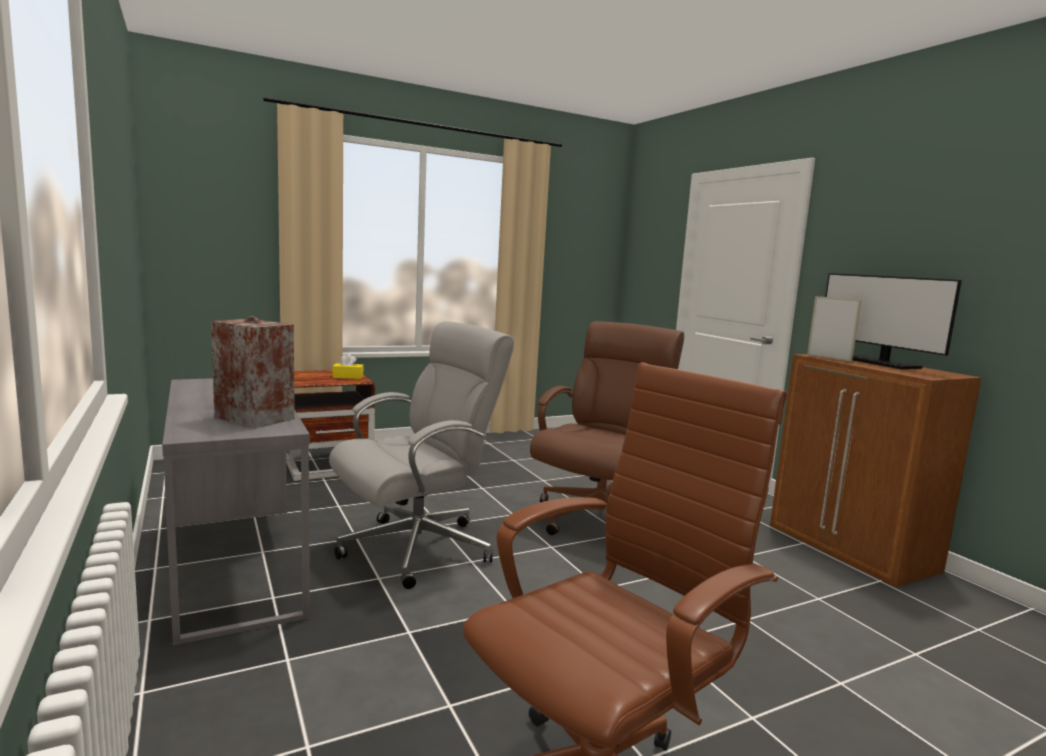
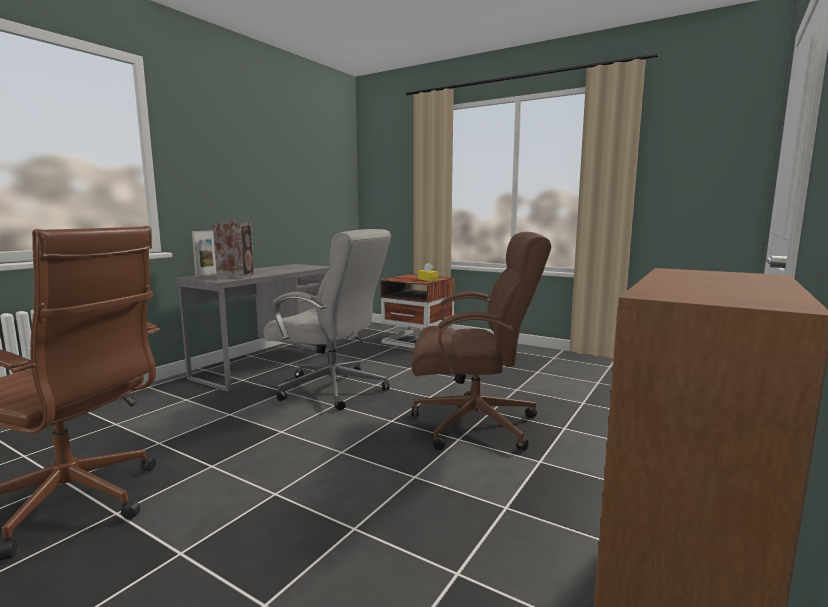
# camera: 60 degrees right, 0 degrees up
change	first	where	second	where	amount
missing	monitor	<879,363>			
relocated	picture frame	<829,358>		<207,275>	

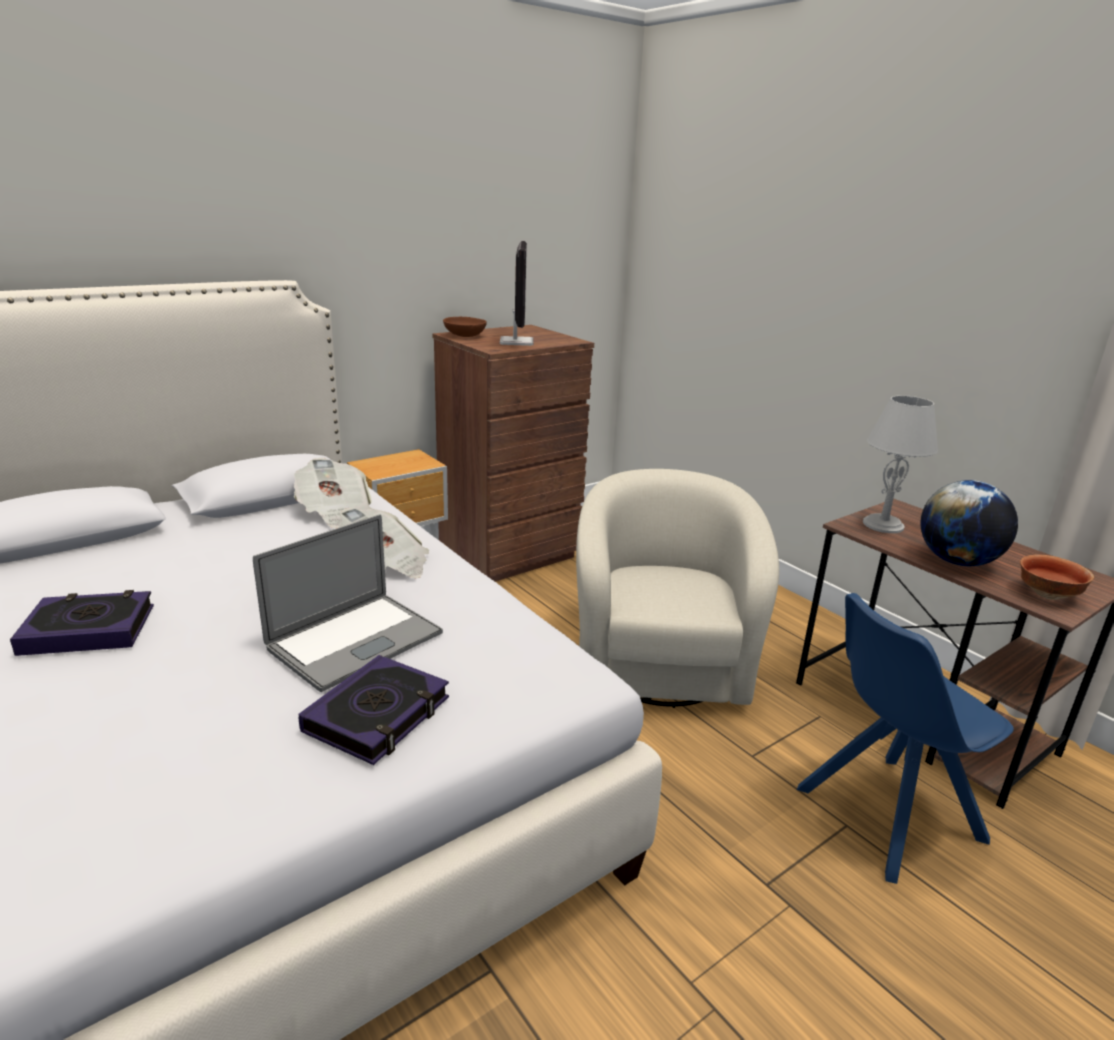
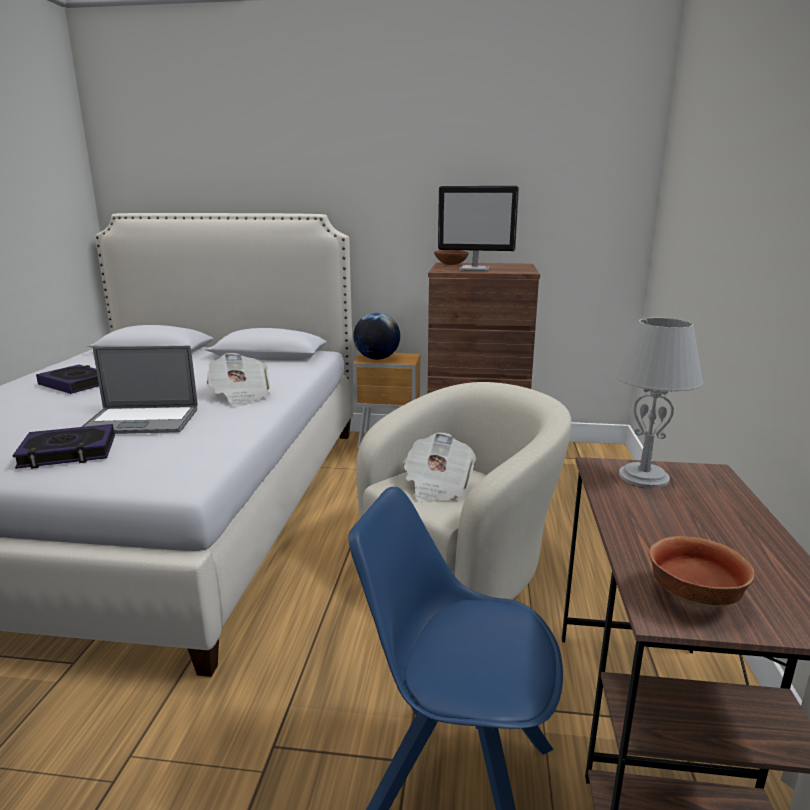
# camera: 45 degrees right, 5 degrees down
change	first	where	second	where	amount
spun	monitor	<516,342>		<475,269>	60 degrees clockwise
relocated	newspaper	<335,512>		<437,486>	
relocated	globe	<957,561>		<377,358>	

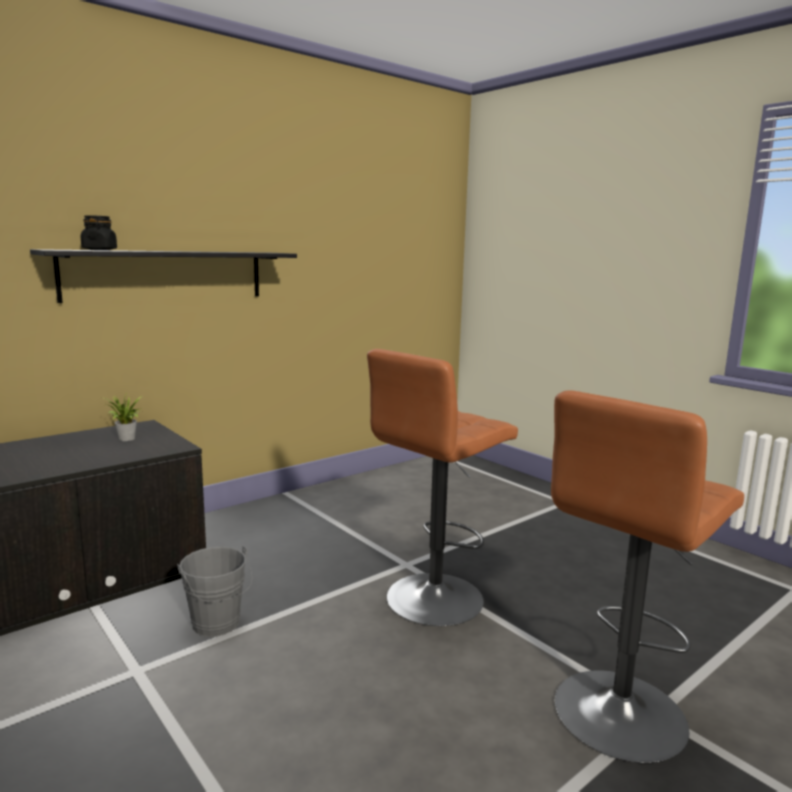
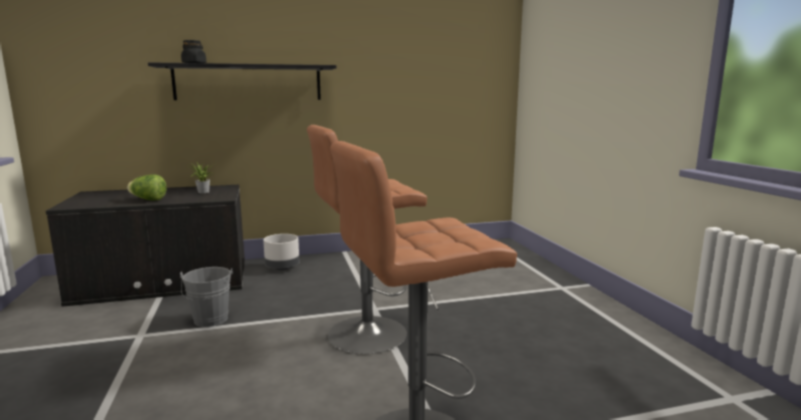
# camera: 25 degrees right, 0 degrees up
change	first	where	second	where	amount
appeared			lettuce	<148,200>	
appeared			grey planter	<282,267>	

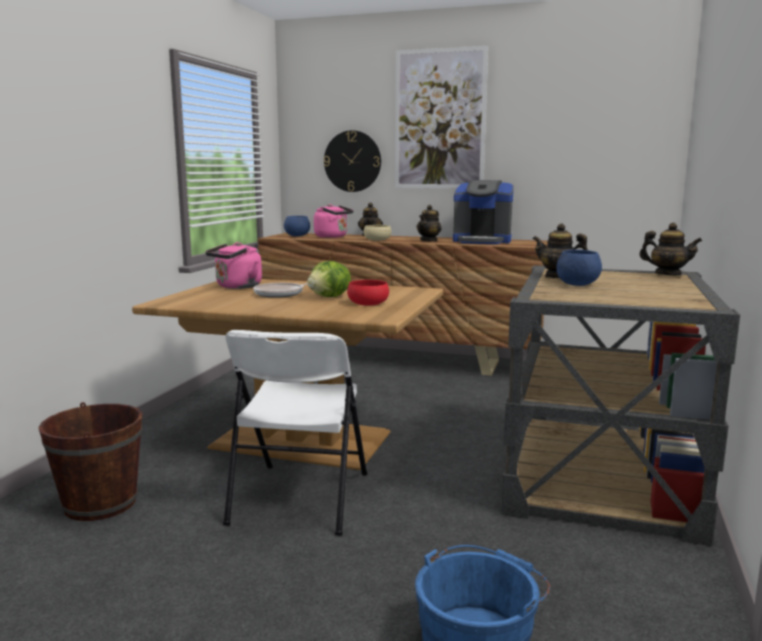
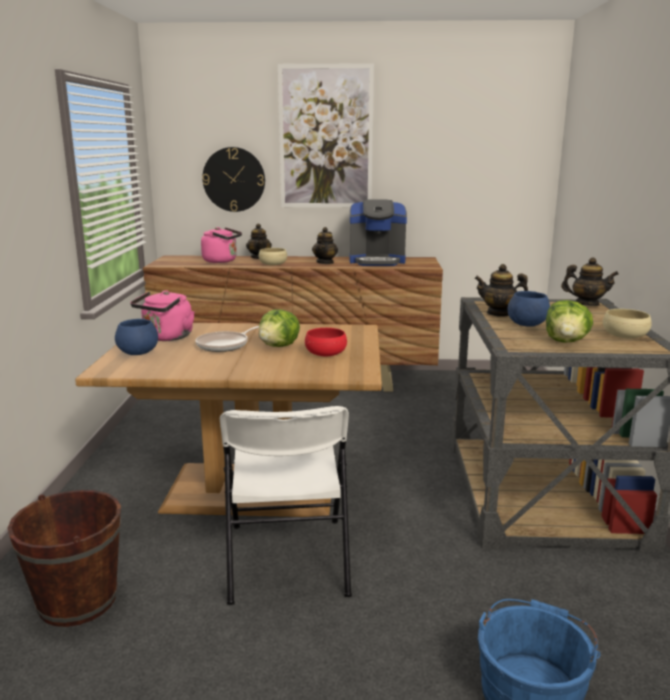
# camera: 15 degrees left, 5 degrees up
change	first	where	second	where	amount
relocated	blue bowl	<297,236>		<138,353>	
appeared			lettuce	<566,342>	
appeared			beige bowl	<624,335>	

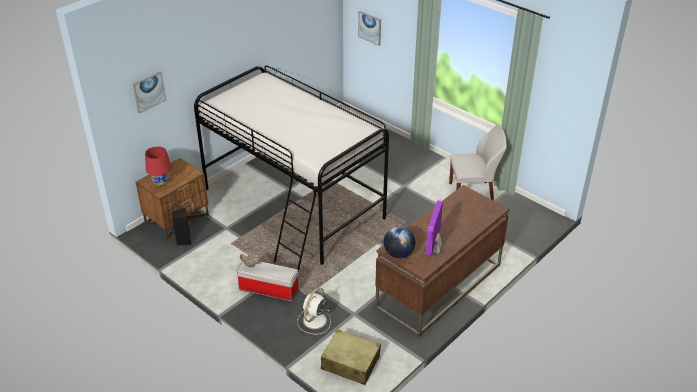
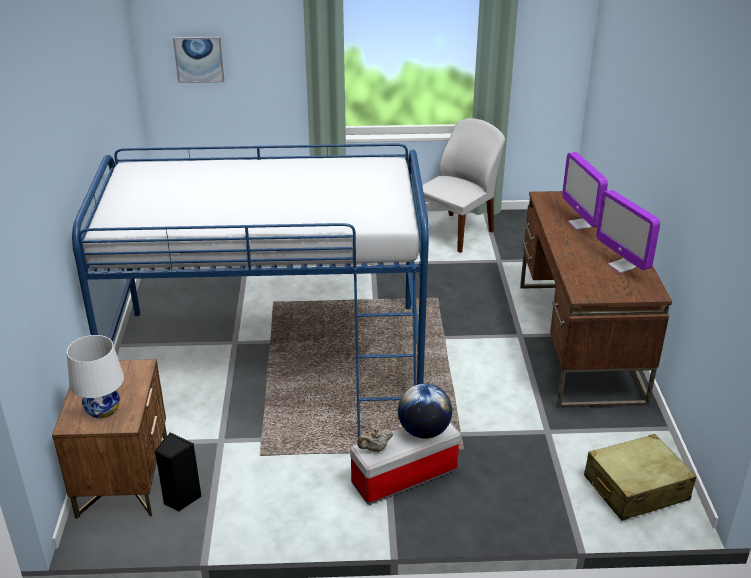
# camera: 45 degrees left, 5 degrees down
change	first	where	second	where	amount
colour	black bed	<293,205>	blue bed	<273,357>	
missing	picture	<149,91>			
colour	red table lamp	<161,182>	white table lamp	<102,409>	
relocated	globe	<398,254>		<424,431>	
missing	white fan	<314,321>			
appeared			monitor	<581,224>	

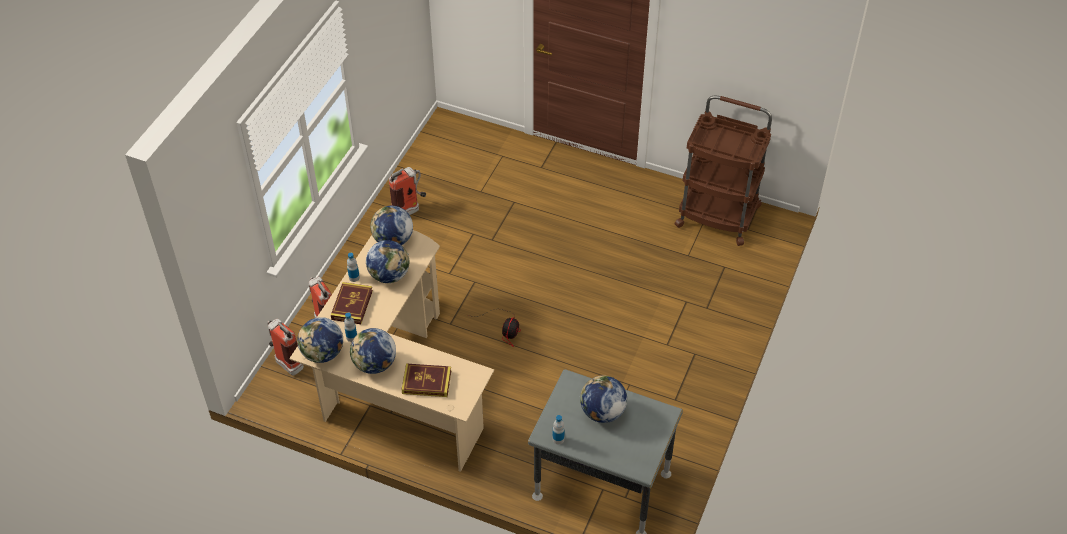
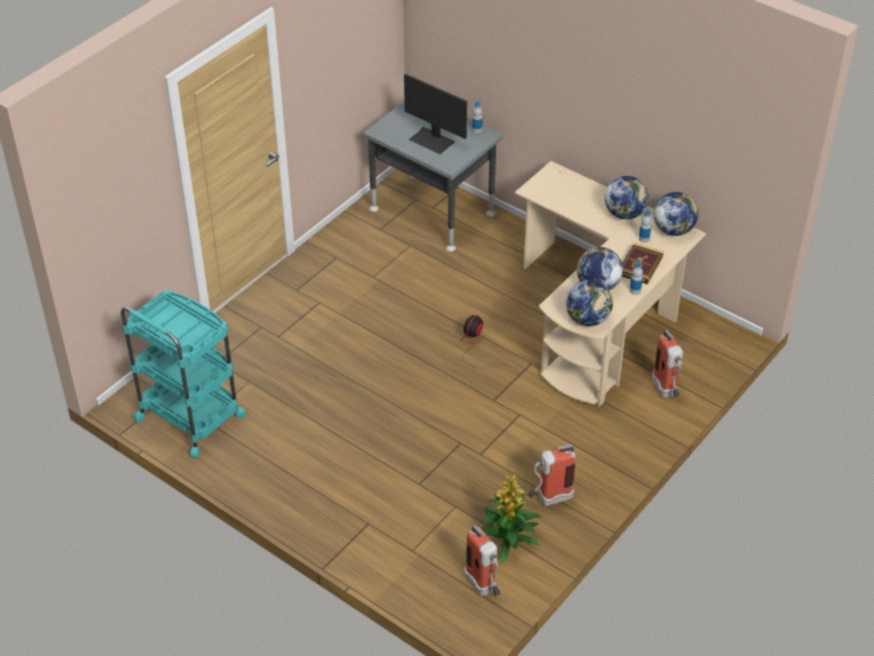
# camera: 165 degrees left, 5 degrees down
change	first	where	second	where	amount
colour	brown cart	<717,216>	turquoise cart	<191,417>	
relocated	fire extinguisher	<286,362>		<484,588>	
missing	book	<426,382>			
exchanged	globe	<602,412>	monitor	<432,140>	
appeared			potted plant	<508,536>	

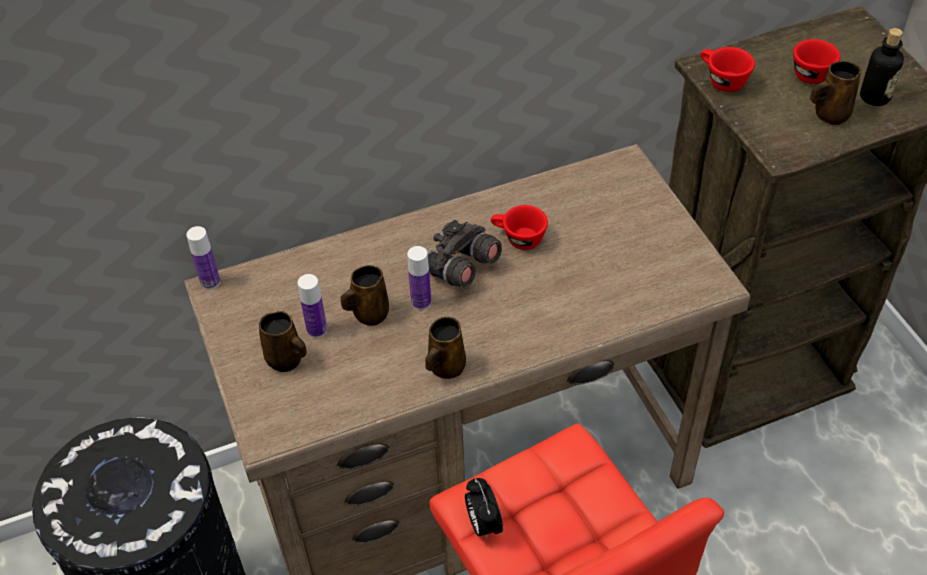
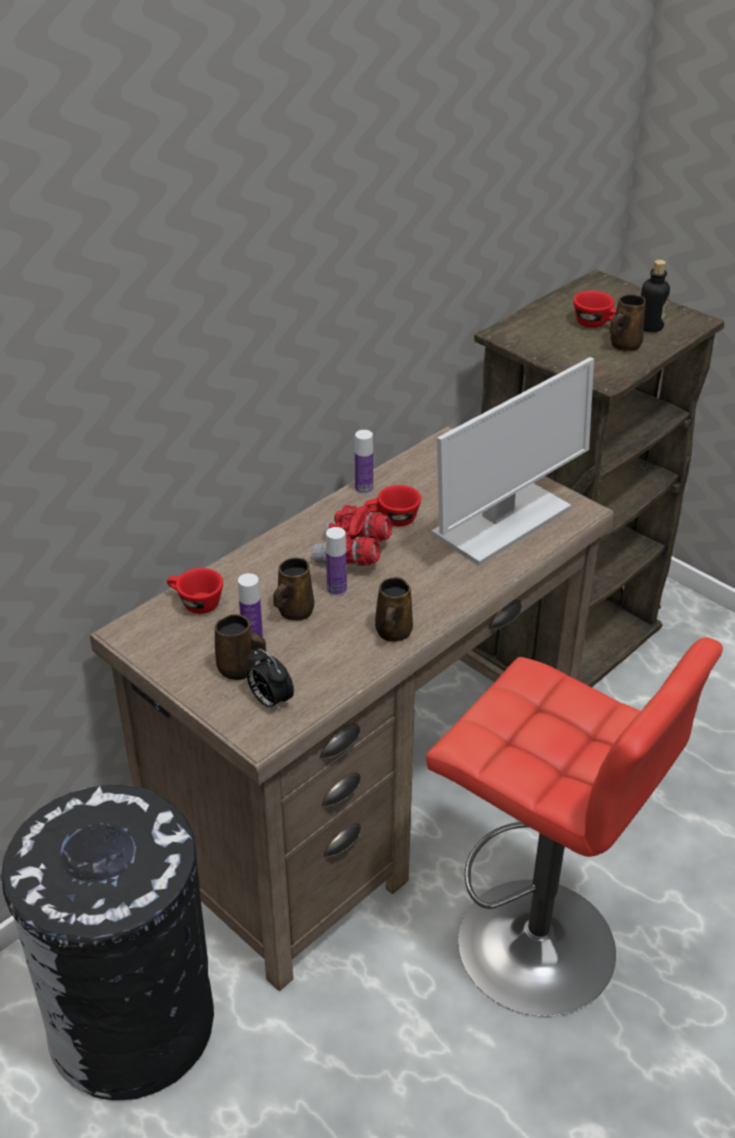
# camera: 25 degrees left, 10 degrees down
change	first	where	second	where	amount
relocated	red cup	<721,81>		<195,603>	
colour	grey binoculars	<457,268>	red binoculars	<353,555>	
relocated	bottle	<210,282>		<364,489>	
relocated	alarm clock	<483,524>		<270,701>	
appeared			monitor	<501,523>	

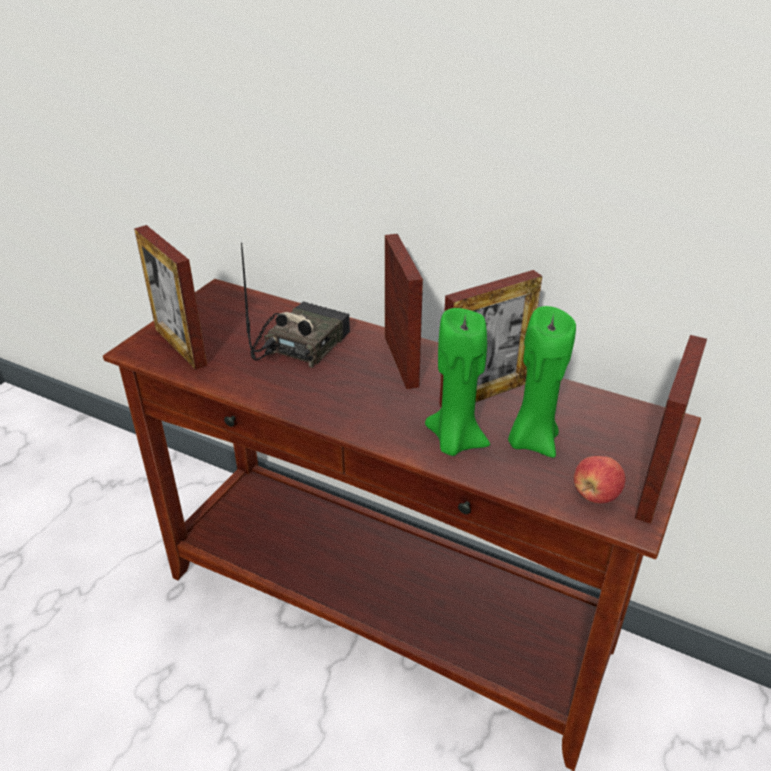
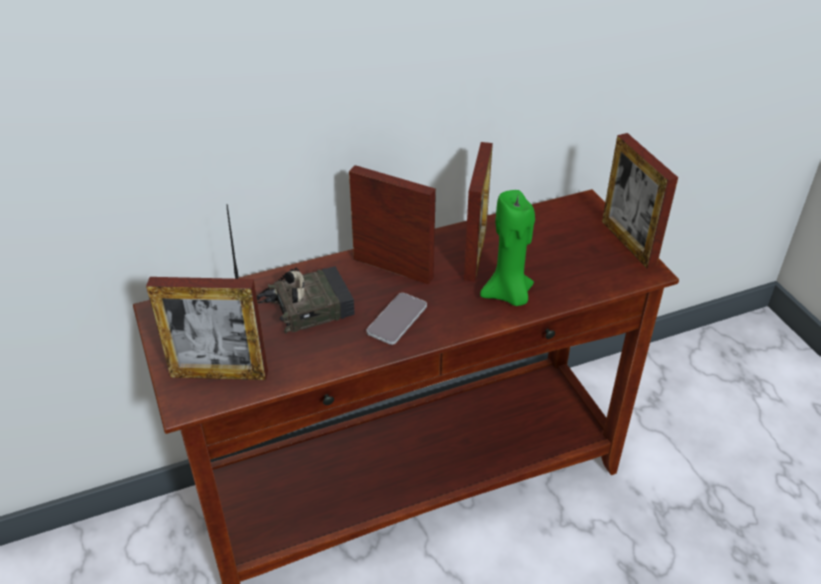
# camera: 50 degrees left, 5 degrees up
change	first	where	second	where	amount
spun	radio	<300,344>		<306,305>	90 degrees clockwise
missing	green candle	<532,441>			
missing	apple	<595,495>			
appeared			phone	<397,319>	

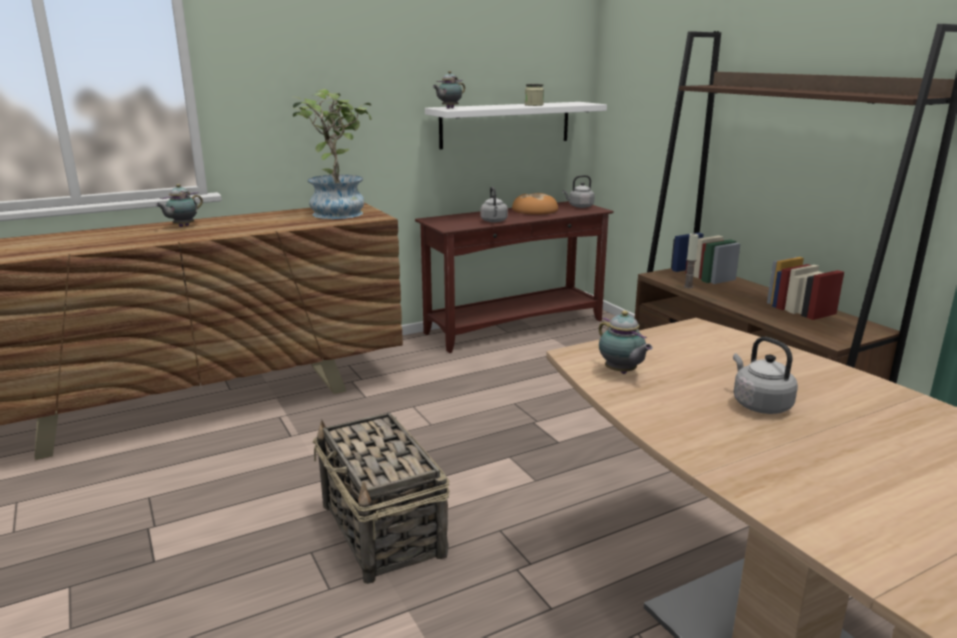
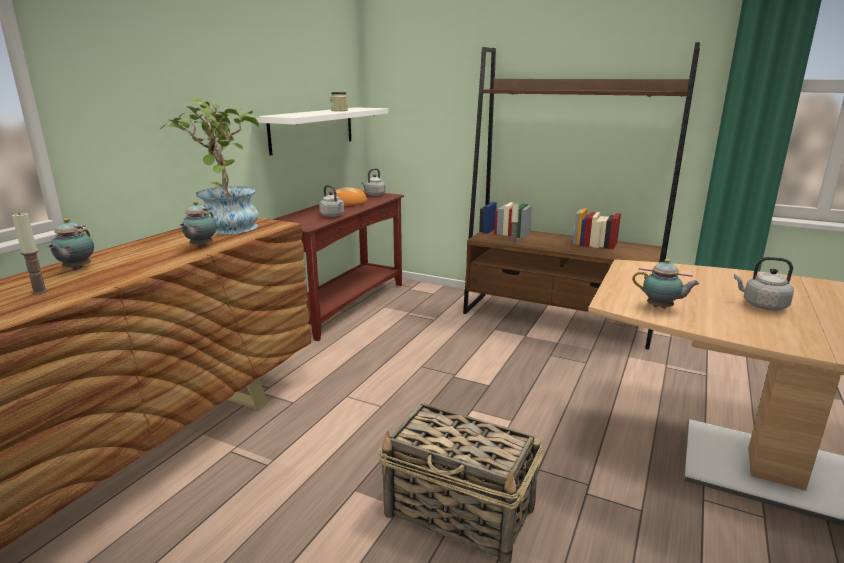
# camera: 35 degrees left, 0 degrees up
change	first	where	second	where	amount
relocated	teapot	<449,108>		<200,246>	
appeared			candle	<39,291>	

